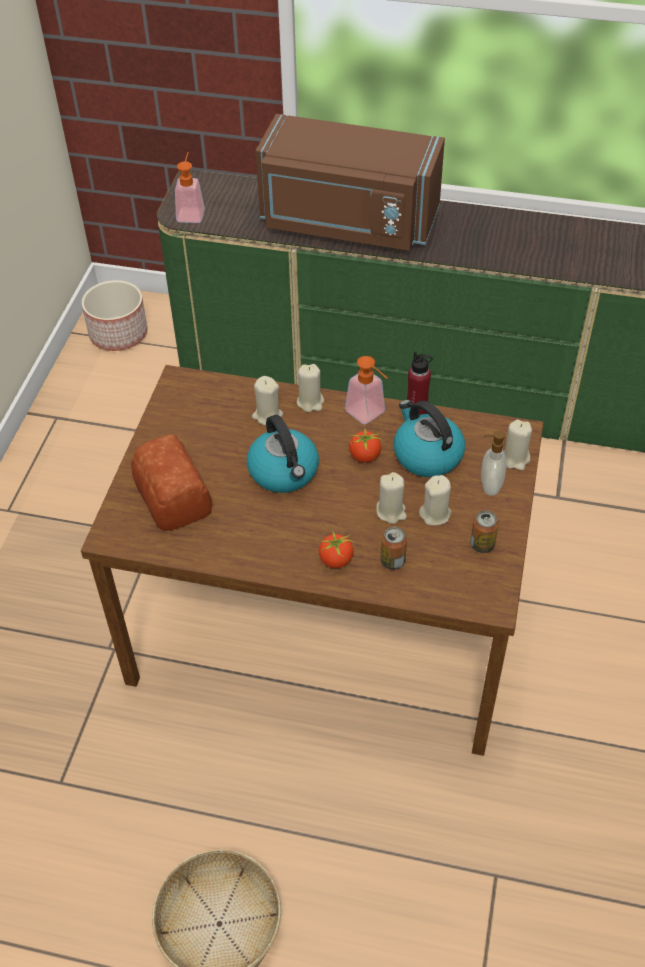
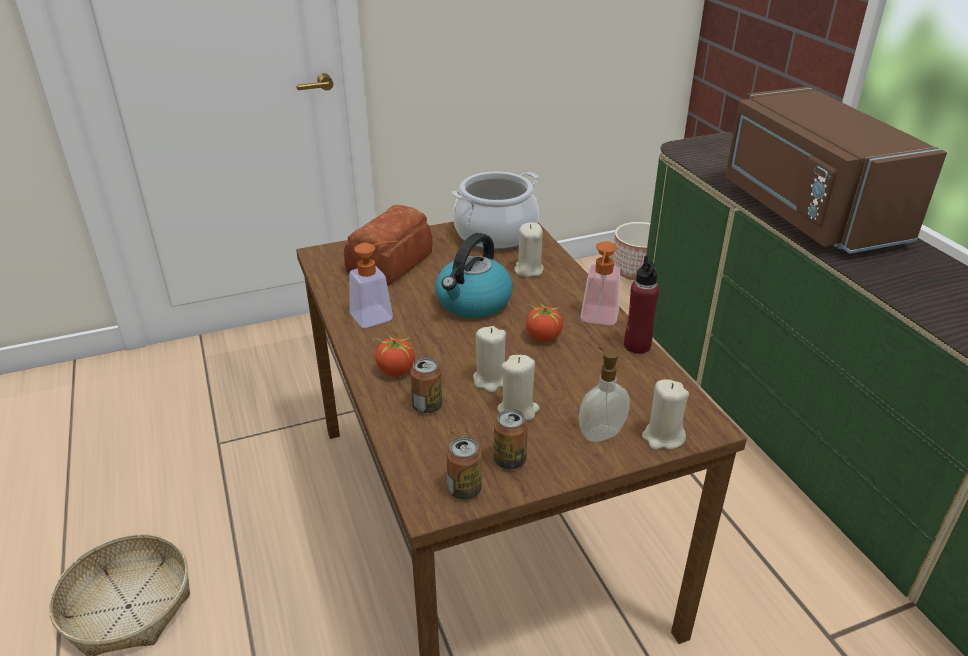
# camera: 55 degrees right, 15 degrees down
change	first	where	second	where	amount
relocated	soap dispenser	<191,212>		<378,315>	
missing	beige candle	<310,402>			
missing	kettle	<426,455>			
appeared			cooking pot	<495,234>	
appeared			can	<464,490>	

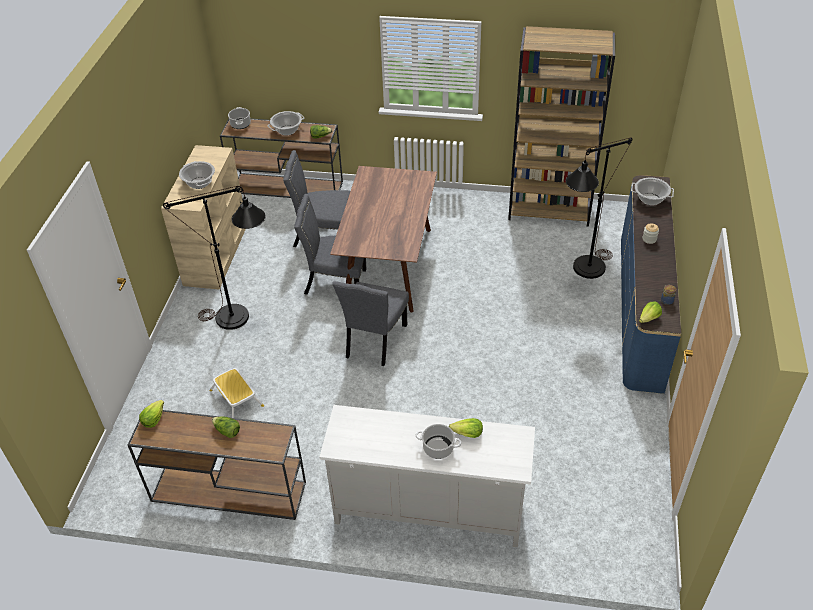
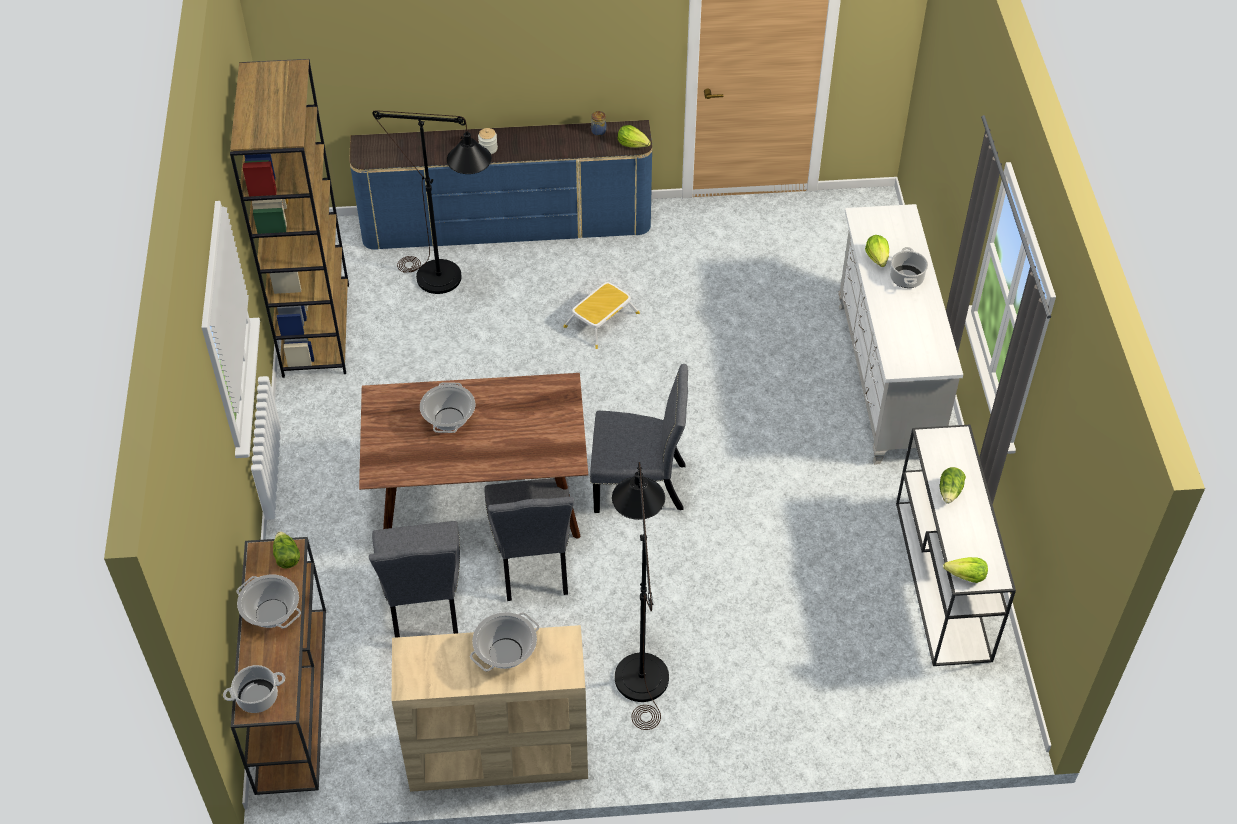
# camera: 105 degrees left, 5 degrees up
change	first	where	second	where	amount
relocated	cooking pot	<650,199>		<449,419>	
relocated	yellow step ladder	<236,398>		<602,320>	
colour	brown console table	<227,491>	white console table	<943,581>	

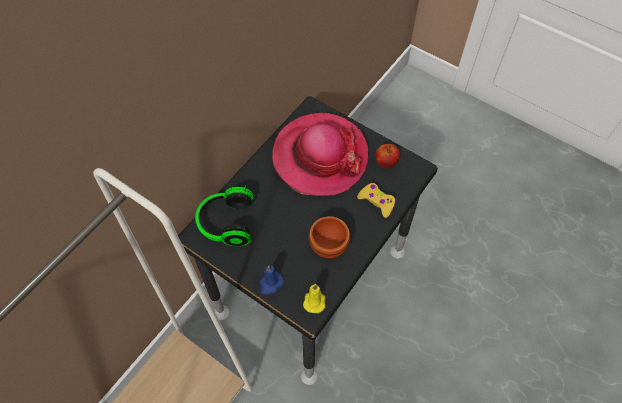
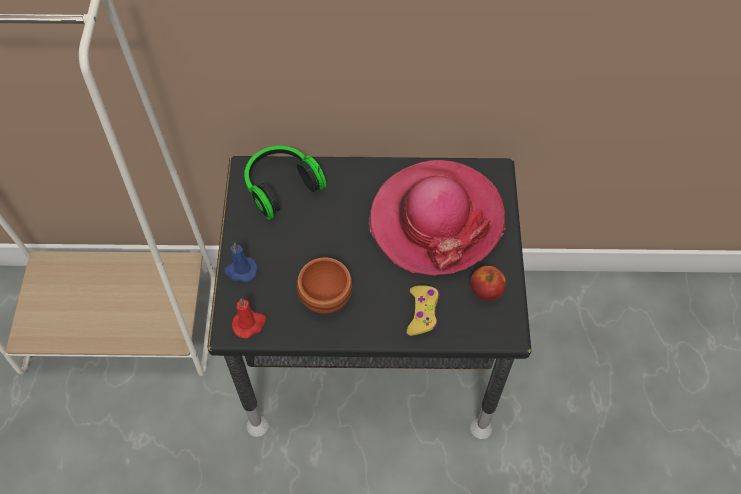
# camera: 55 degrees right, 0 degrees up
change	first	where	second	where	amount
colour	yellow candle	<314,300>	red candle	<249,324>	

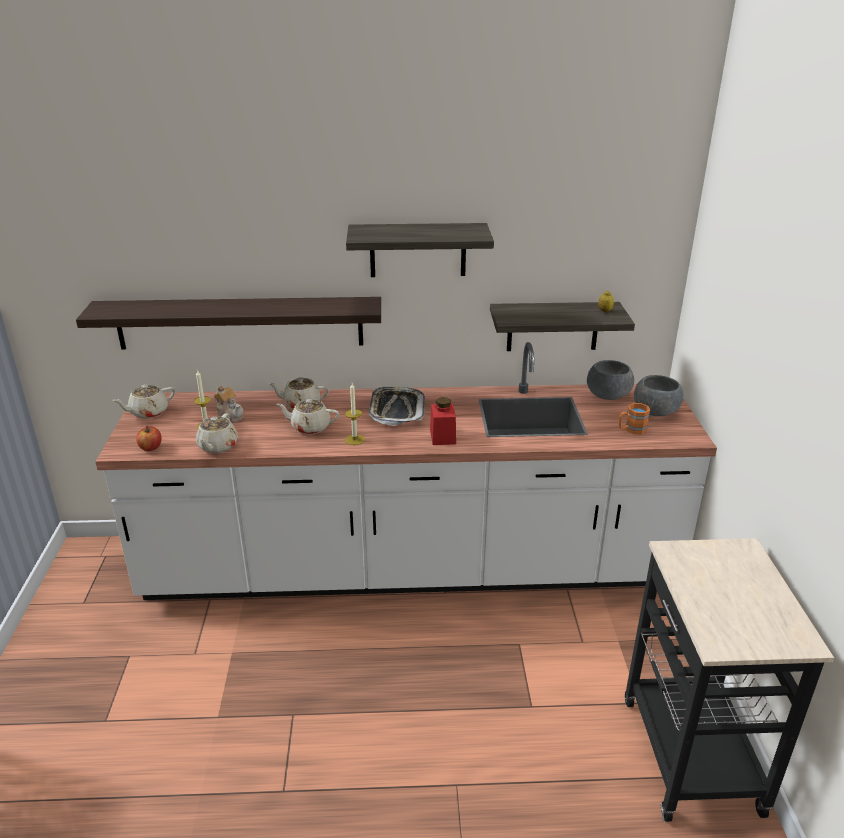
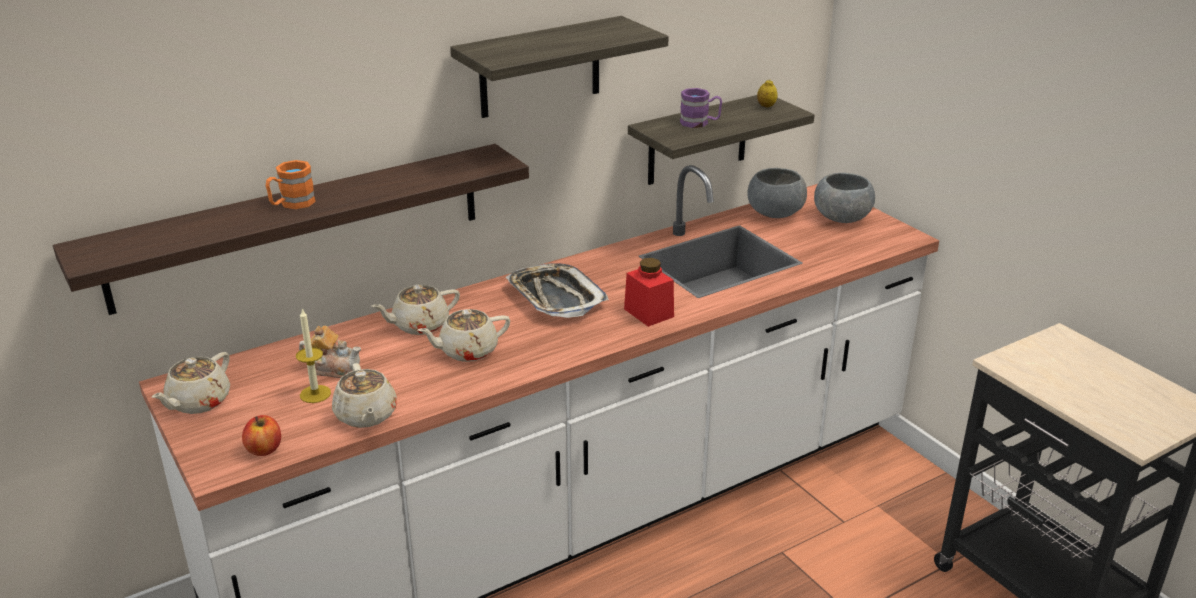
# camera: 30 degrees left, 0 degrees up
change	first	where	second	where	amount
missing	candle	<354,439>			
relocated	orange mug	<631,429>		<291,204>	
appeared			purple mug	<700,123>	

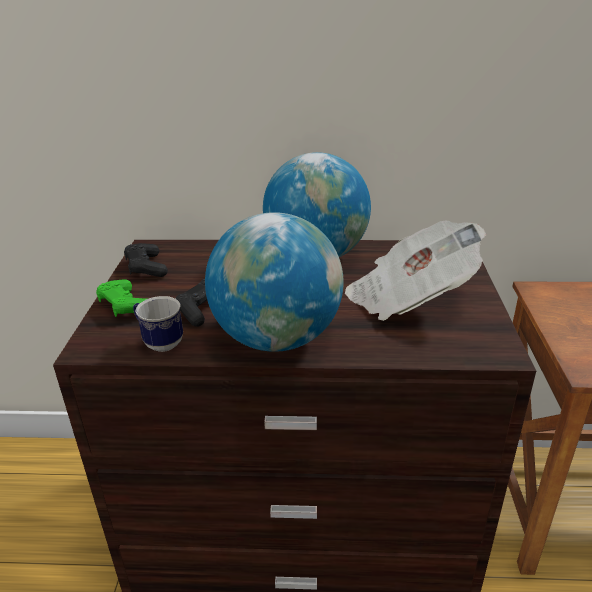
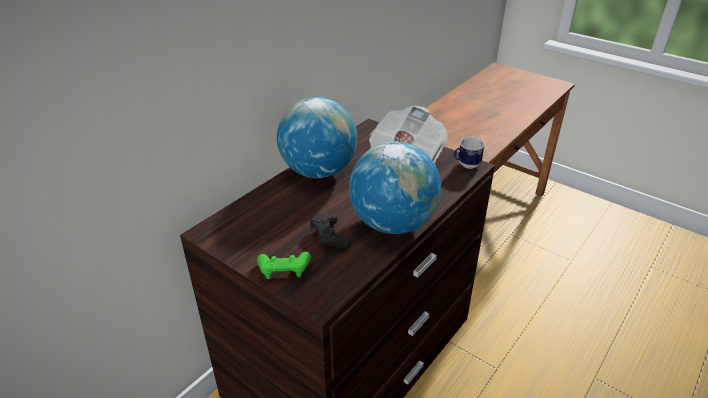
# camera: 55 degrees left, 5 degrees up
change	first	where	second	where	amount
missing	black game controller	<146,268>			
relocated	mug	<159,342>		<466,165>	

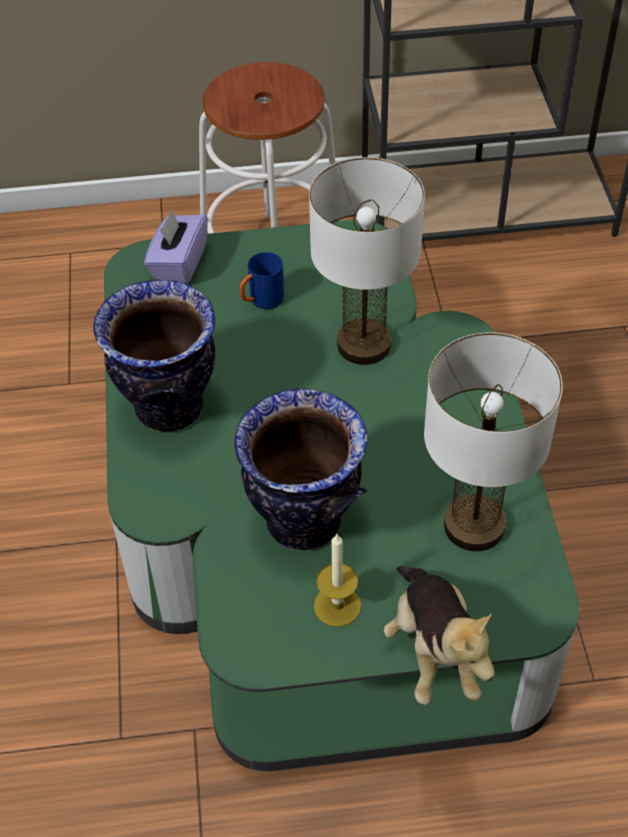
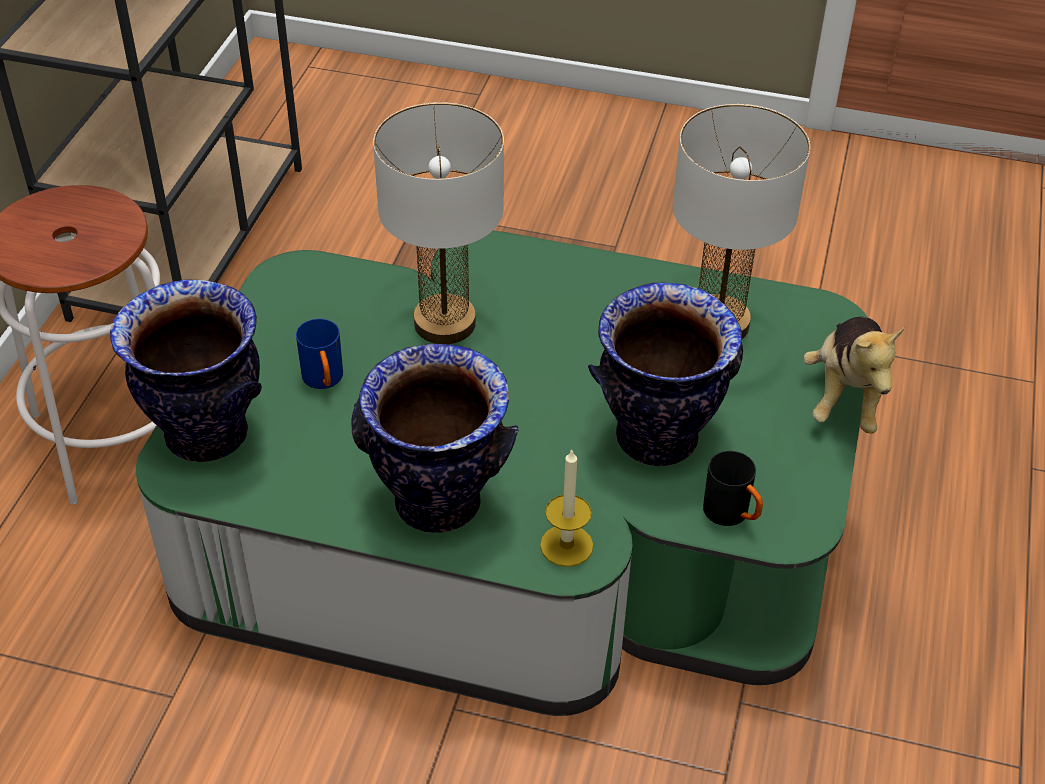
# camera: 70 degrees left, 5 degrees down
change	first	where	second	where	amount
exchanged	purple tissue box	<179,264>	vase	<208,434>	
relocated	candle	<337,605>		<566,545>	
spun	plush toy	<433,651>		<845,396>	90 degrees clockwise
appeared			black mug	<732,515>	

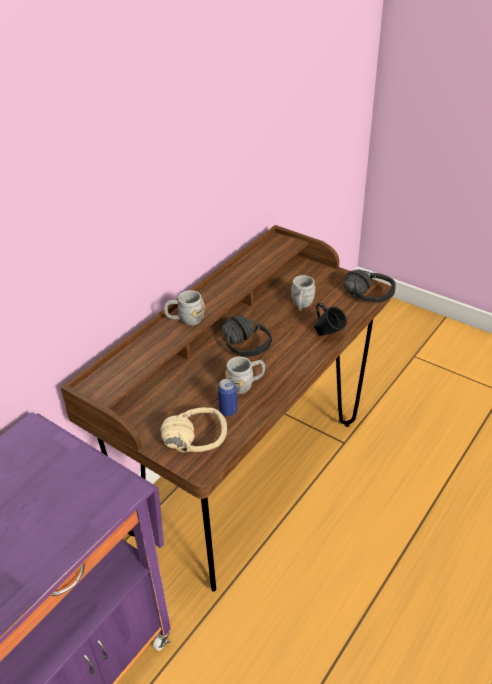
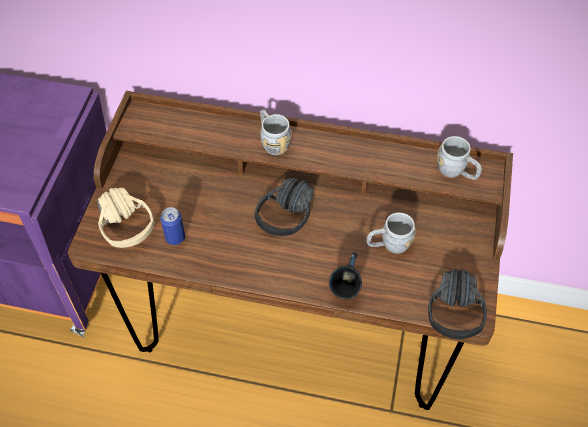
# camera: 65 degrees right, 15 degrees up
change	first	where	second	where	amount
relocated	grey mug	<246,385>		<456,172>	

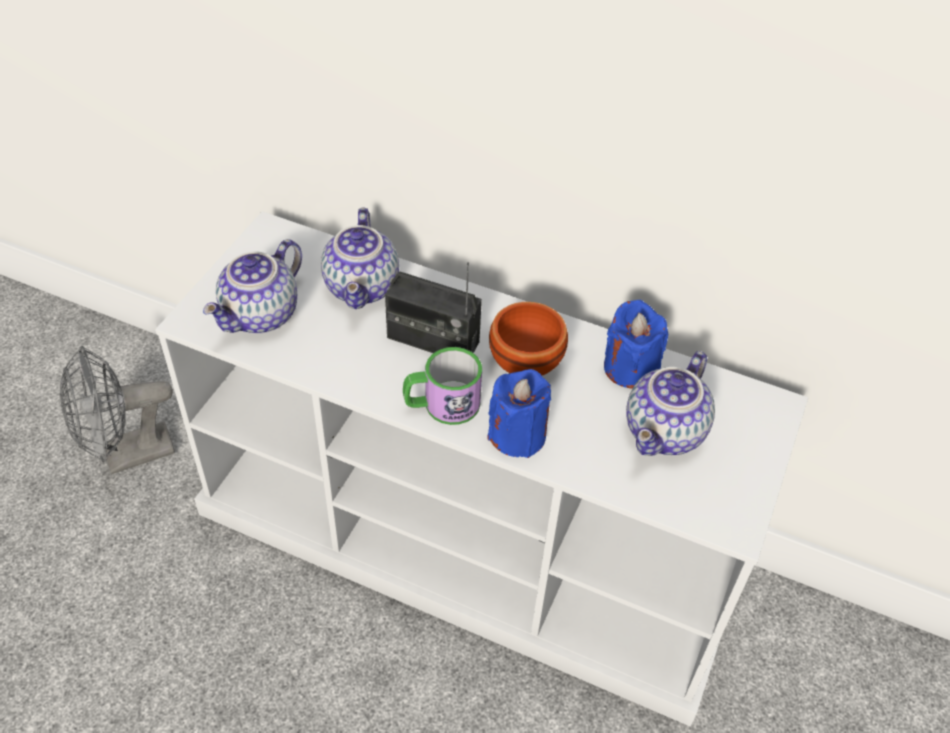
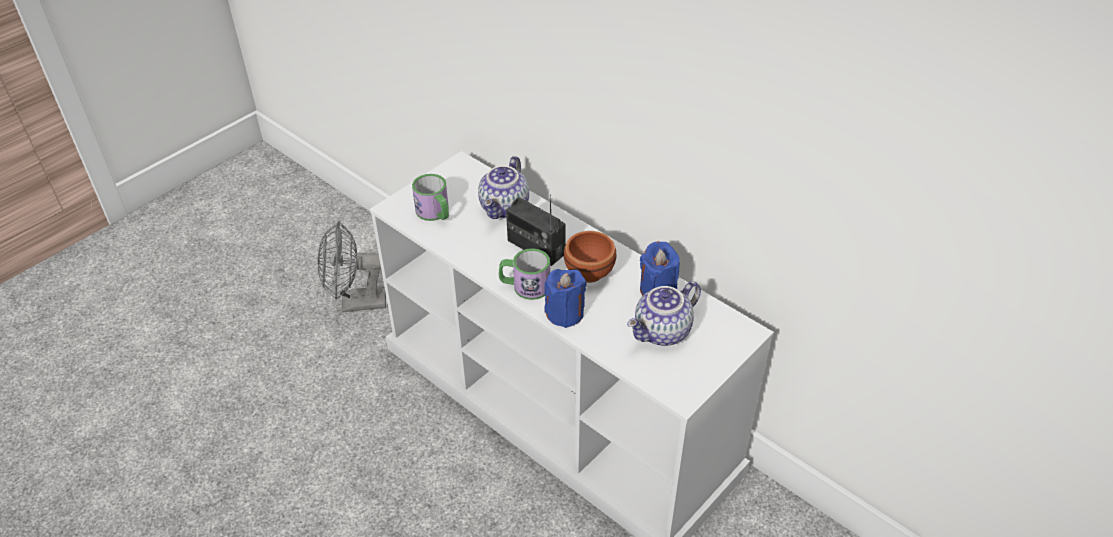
# camera: 20 degrees right, 5 degrees down
change	first	where	second	where	amount
exchanged	teapot	<261,316>	mug	<435,213>	

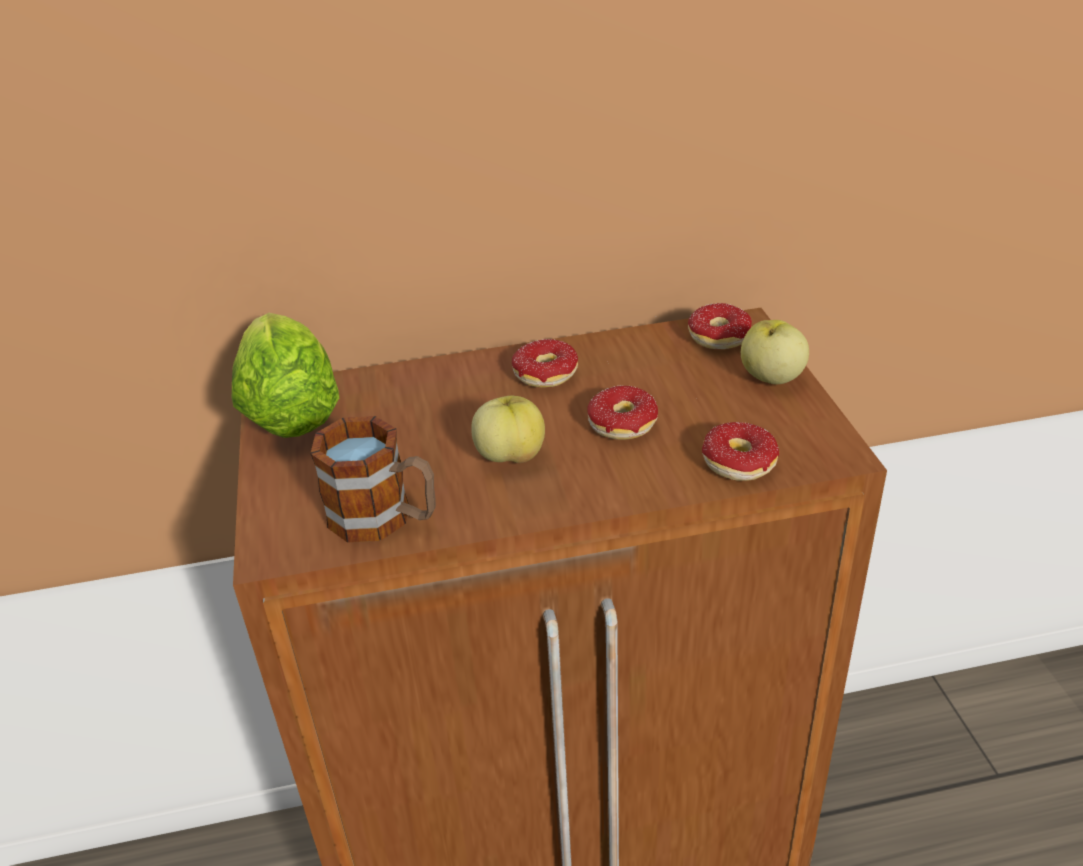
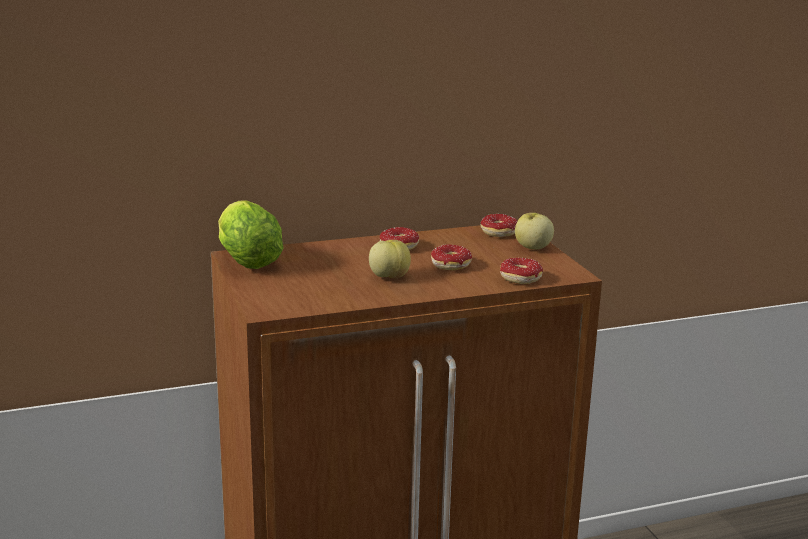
# camera: 10 degrees left, 15 degrees down
change	first	where	second	where	amount
missing	mug	<385,519>			

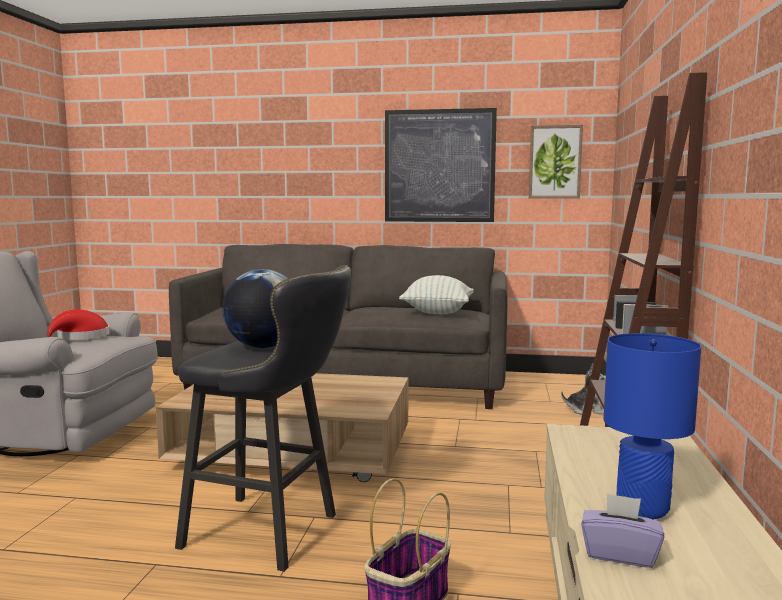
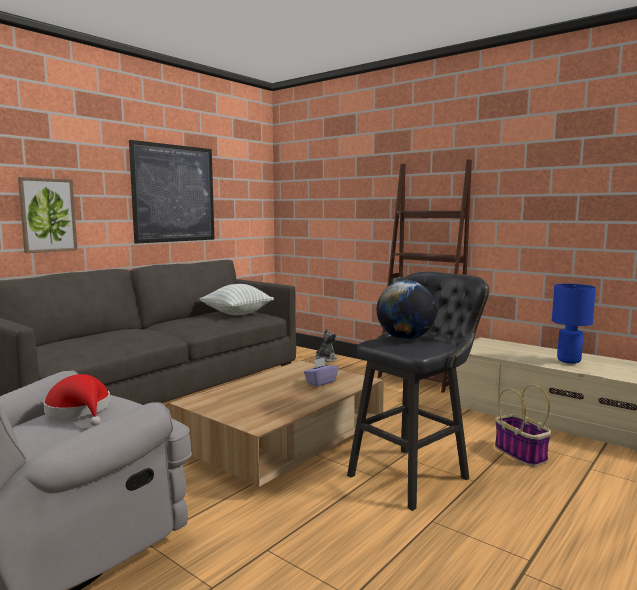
# camera: 60 degrees left, 0 degrees up
change	first	where	second	where	amount
relocated	picture	<555,162>		<48,215>	
relocated	purple tissue box	<620,554>		<320,382>	

